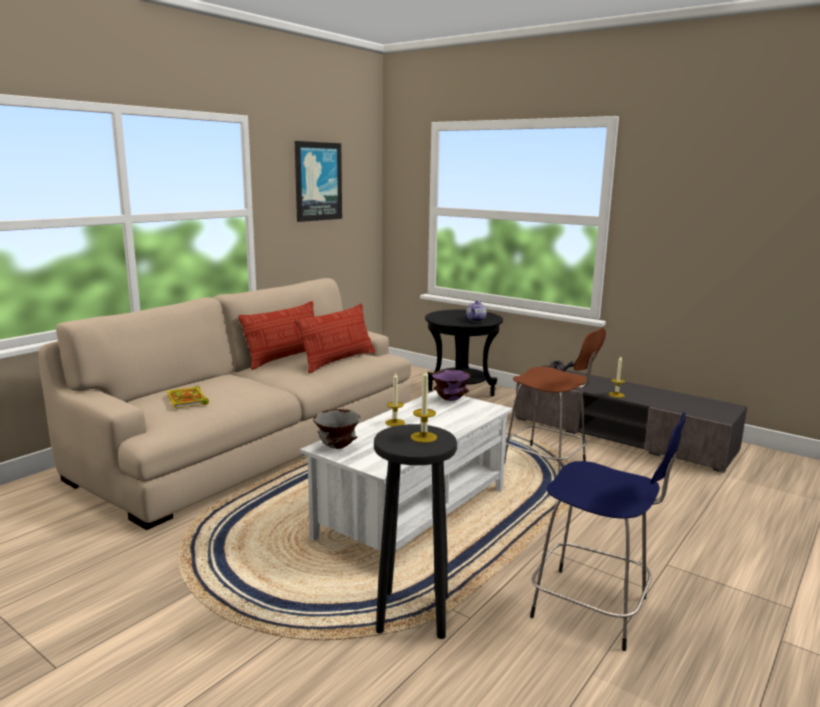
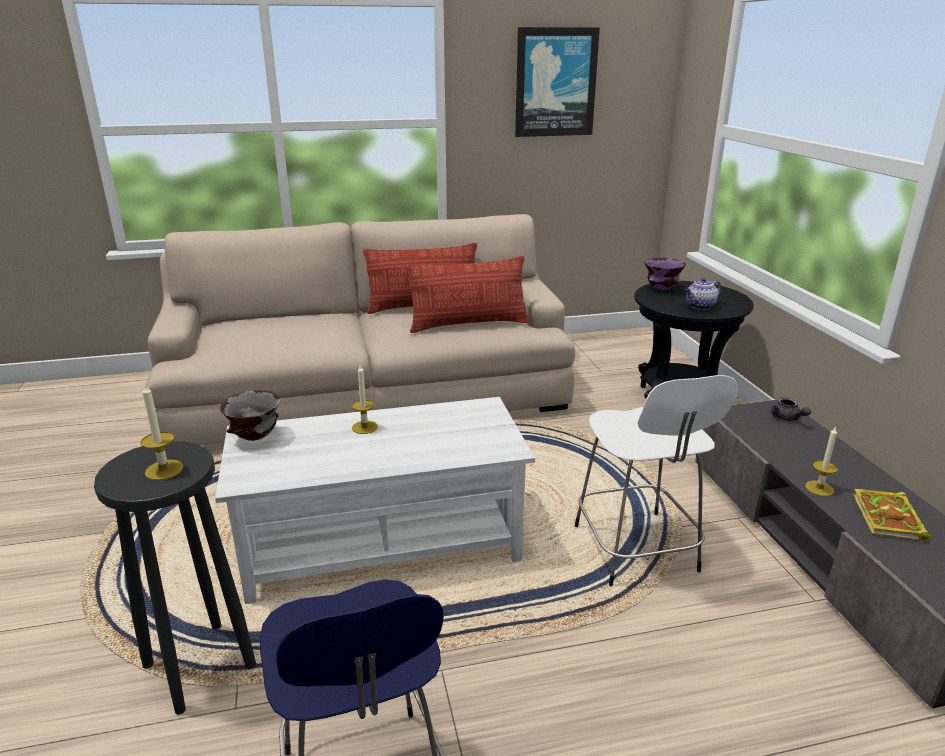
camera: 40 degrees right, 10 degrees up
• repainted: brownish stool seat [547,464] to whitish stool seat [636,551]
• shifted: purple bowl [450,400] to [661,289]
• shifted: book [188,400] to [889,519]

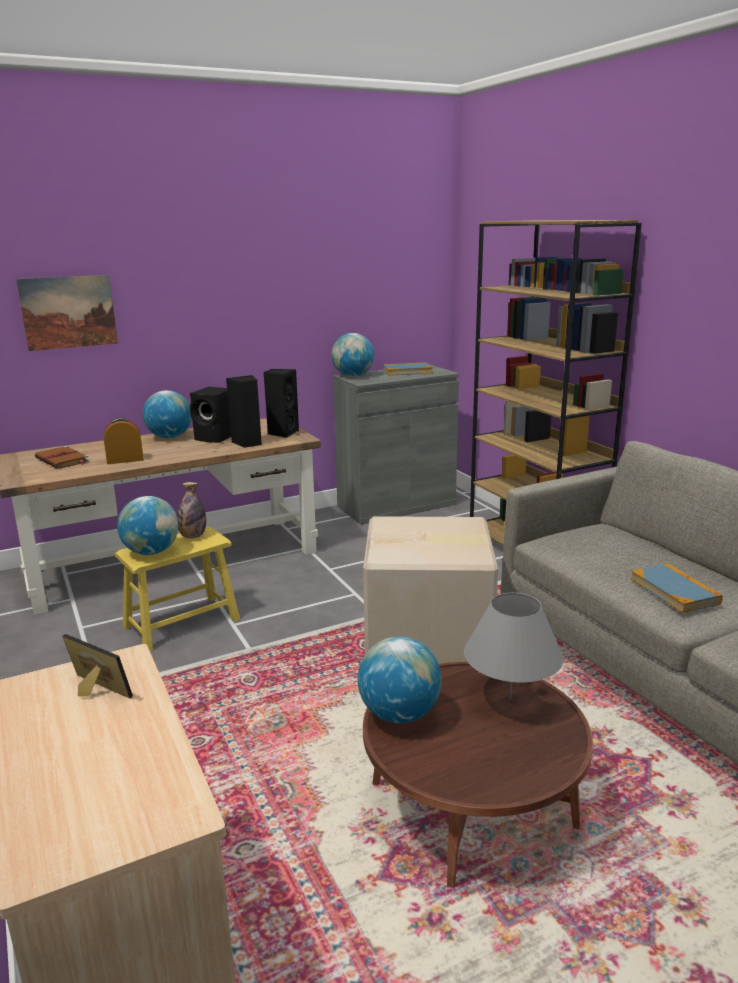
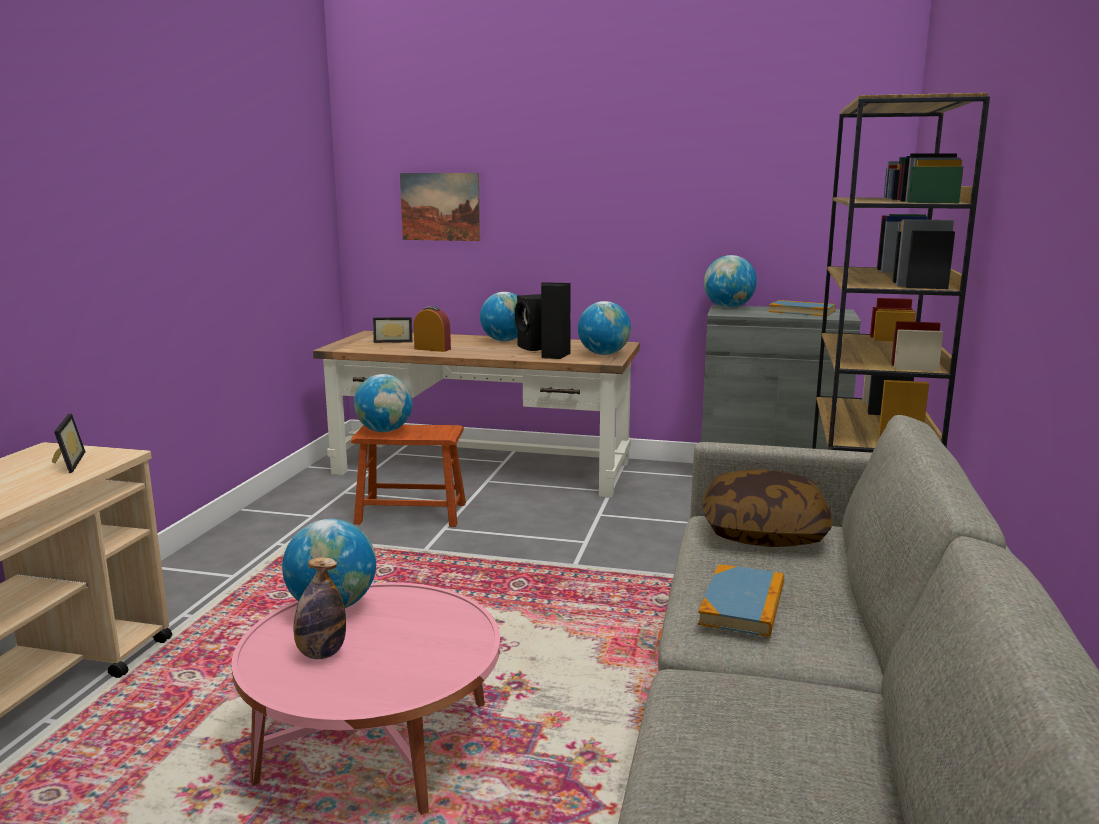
camera: 40 degrees right, 5 degrees down
• repainted: brownish low table [472,805] to pinkish low table [375,742]
• shifted: bottle [193,536] to [321,654]
• repainted: yellow-coloured stool seat [182,623] to brownish stool seat [411,513]
• swapped: brownish book [62,460] to photo frame [393,341]
• swapped: black-coloured audio speaker [282,433] to desk globe [603,354]
• new: cushion [764,532]
• gone: packing box [429,648]
• gone: gray lamp for a table [510,699]

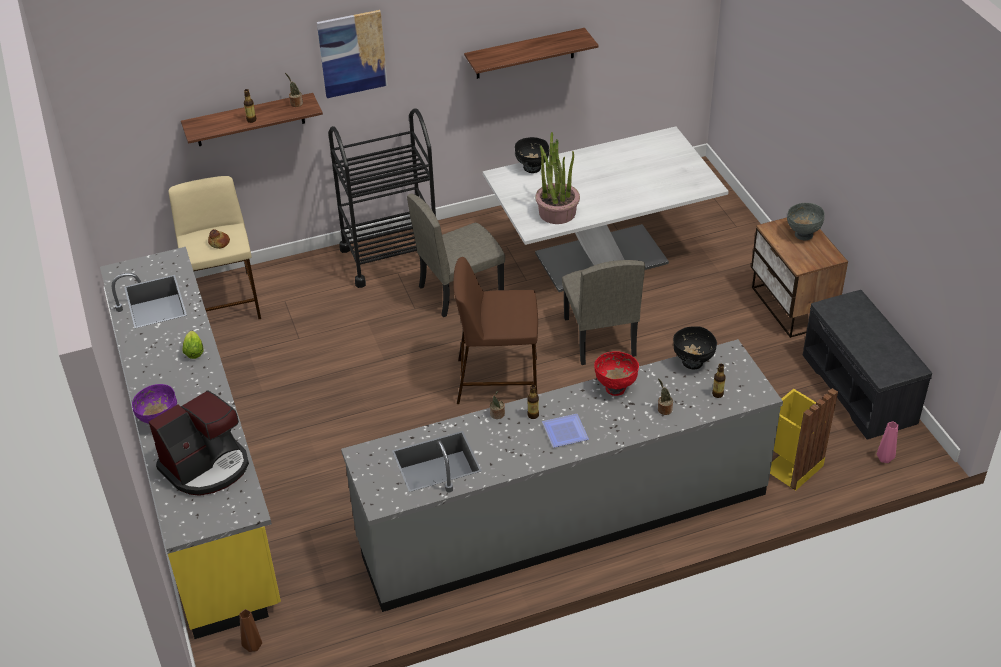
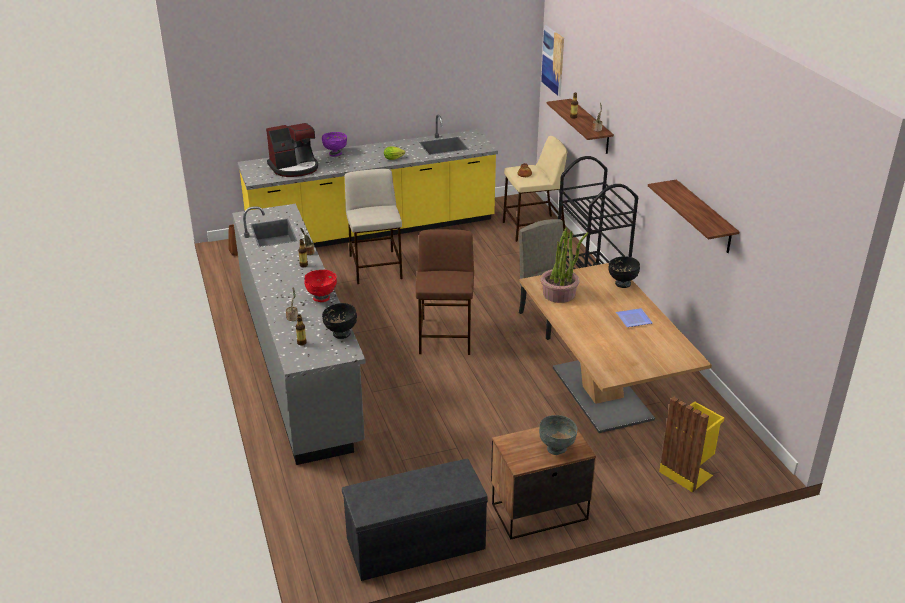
camera: 90 degrees right, 10 degrees down
• rotated: coffee machine [207,466] = [294,167] 75 degrees counterclockwise
• new: beige stool seat [376,267]
• repainted: whitish dining table [601,258] to brownish dining table [601,393]
• shifted: picture [352,53] to [553,60]
• shifted: dinner plate [563,431] to [634,318]
• shifted: yellow-coloured rubbish bin [790,466] to [687,472]
• gone: beige chair [599,337]
• gone: pinkish decorative vase [884,459]

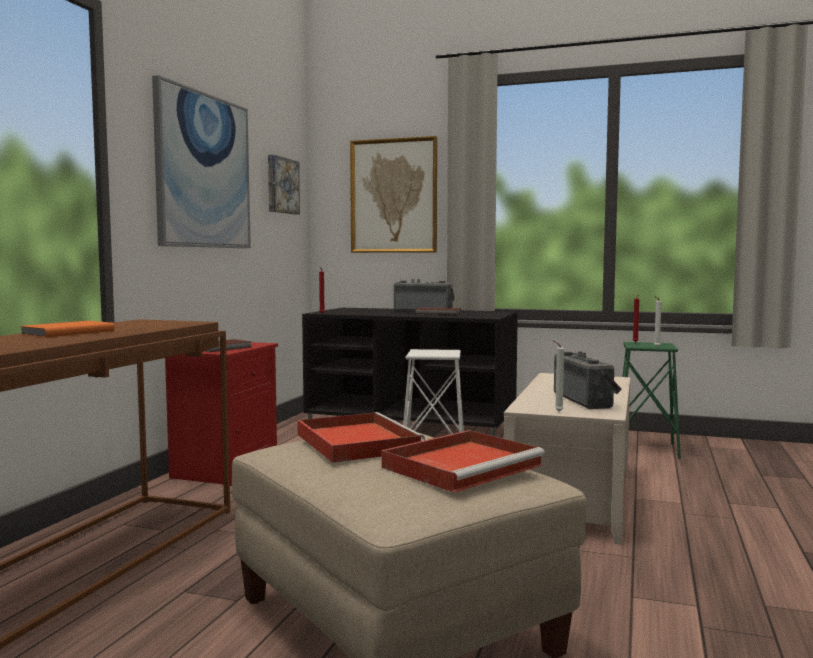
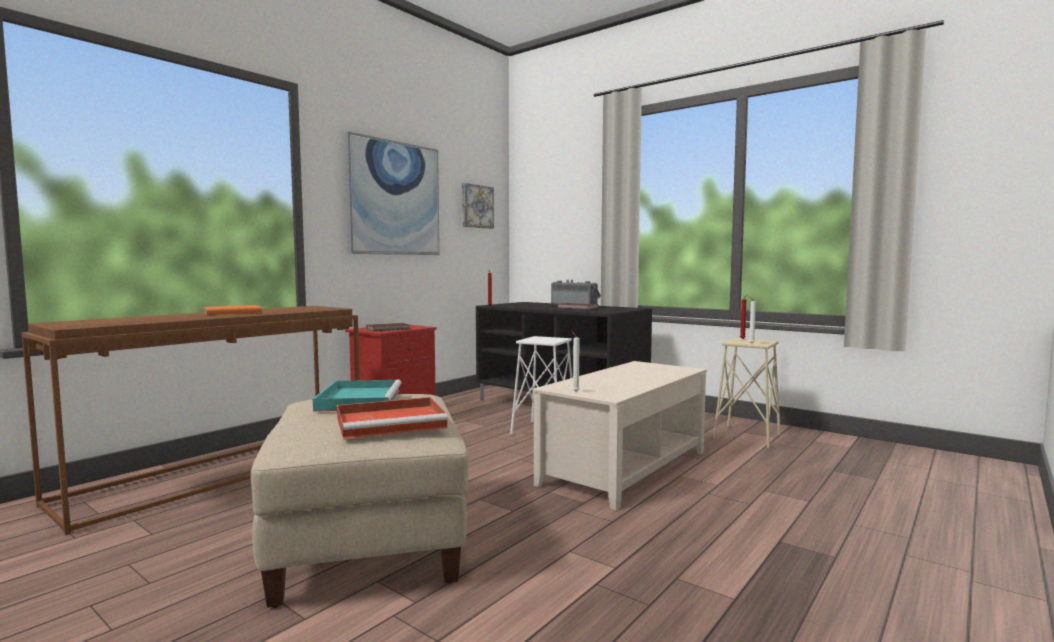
camera: 20 degrees right, 0 degrees up
• repainted: red-coloured serving tray [355,442] to turquoise-coloured serving tray [359,399]
• repainted: greenish stool seat [646,448] to beige stool seat [747,436]
• gone: picture [394,196]
• gone: radio [586,400]

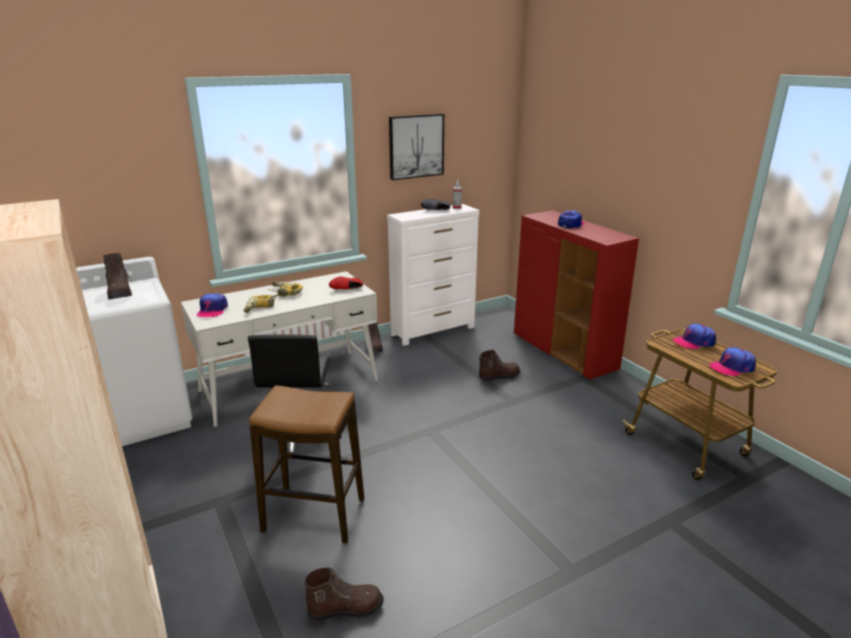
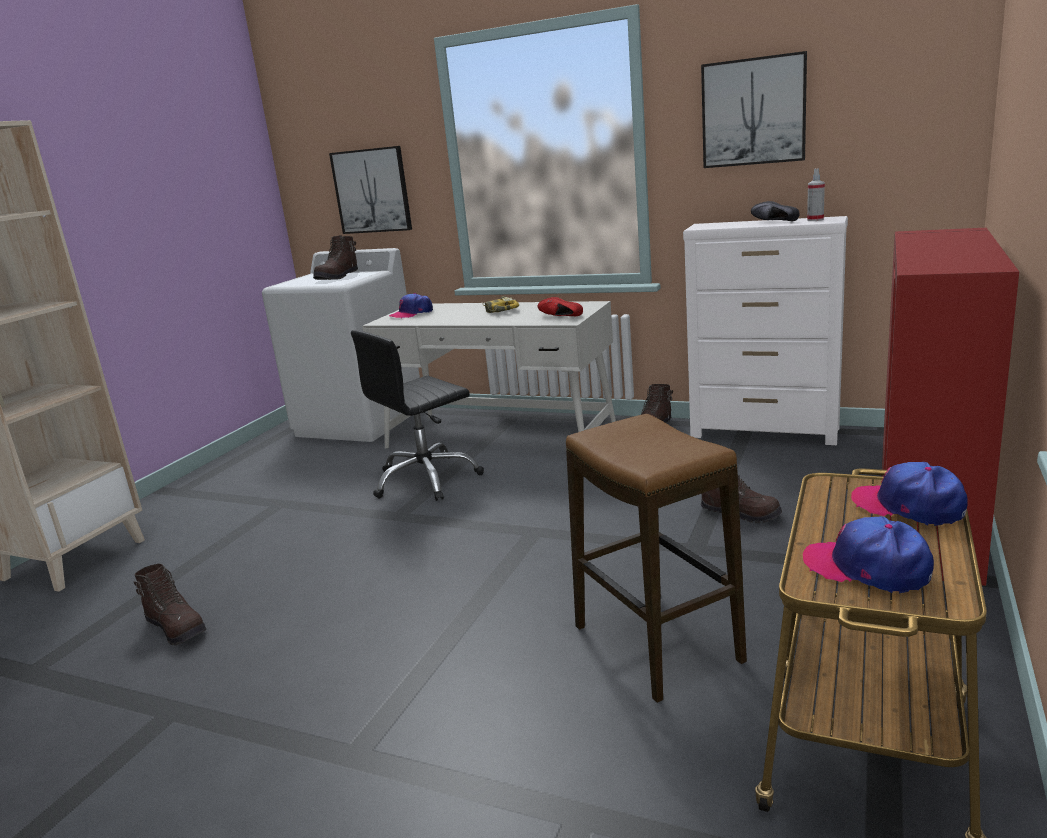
camera: 55 degrees right, 5 degrees down
• new: picture [372,191]
• shifted: stool seat [314,515] to [657,644]
• gone: drill [261,307]
• gone: peaked cap [571,224]

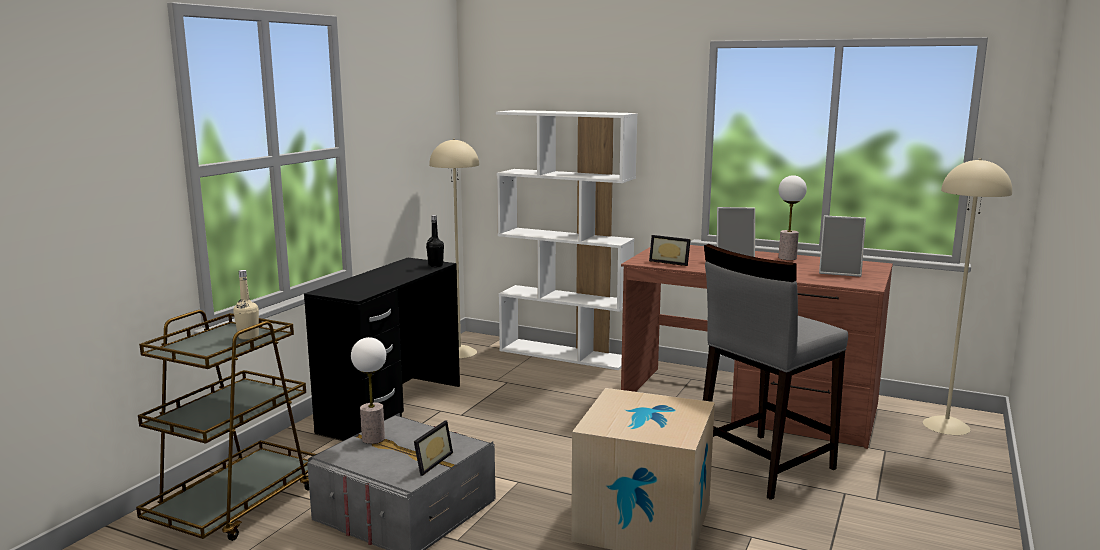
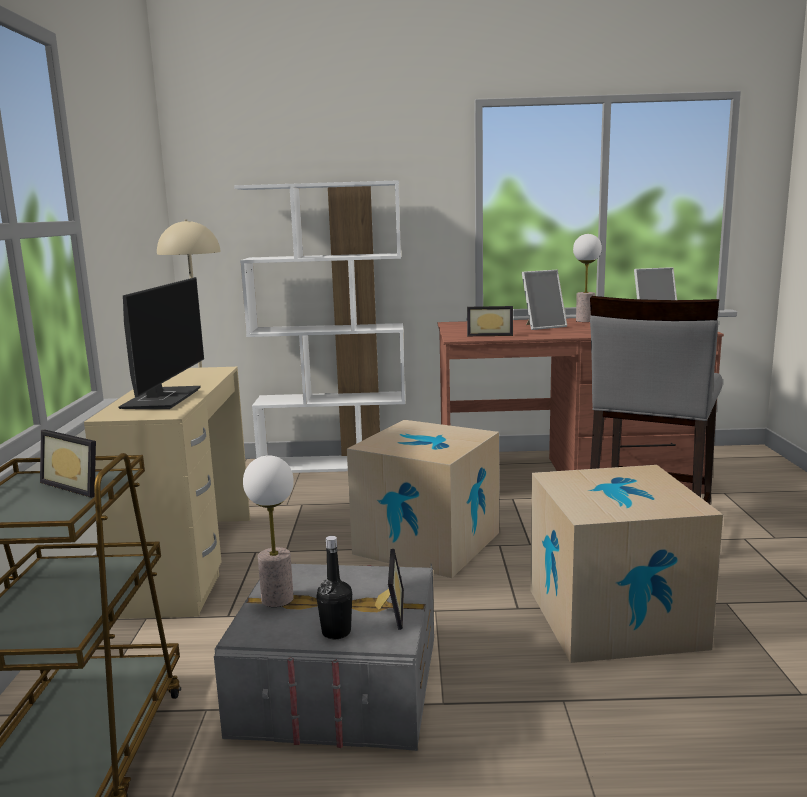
camera: 25 degrees left, 0 degrees up
• swapped: beige bottle [248,336] to photo frame [79,485]
• repainted: black-coloured desk [391,408] to beige desk [189,562]
• new: monitor [162,398]
• shifted: black-coloured bottle [435,265] to [336,632]
• new: packing box [427,543]
• gone: beige standing lamp [947,425]

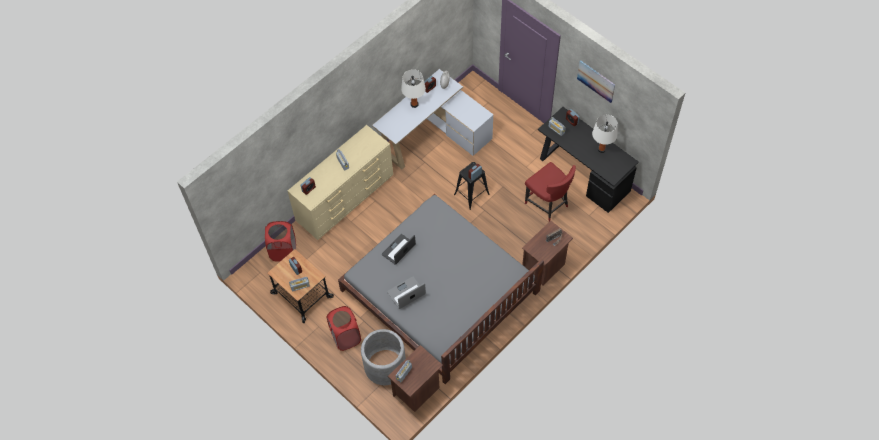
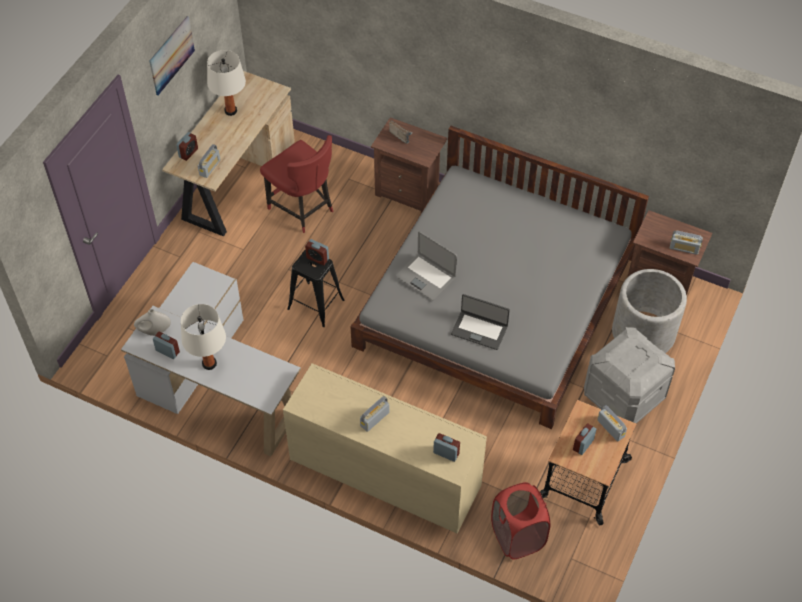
camera: 110 degrees left, 5 degrees down
• repainted: black-coloured desk [582,174] to beige desk [236,181]
• rotated: red-coloured chair [548,204] = [303,209] 105 degrees clockwise
• shifted: notebook computer [406,293] to [426,277]
• swapped: red-coloured laundry basket [345,337] to gray storage container [623,396]

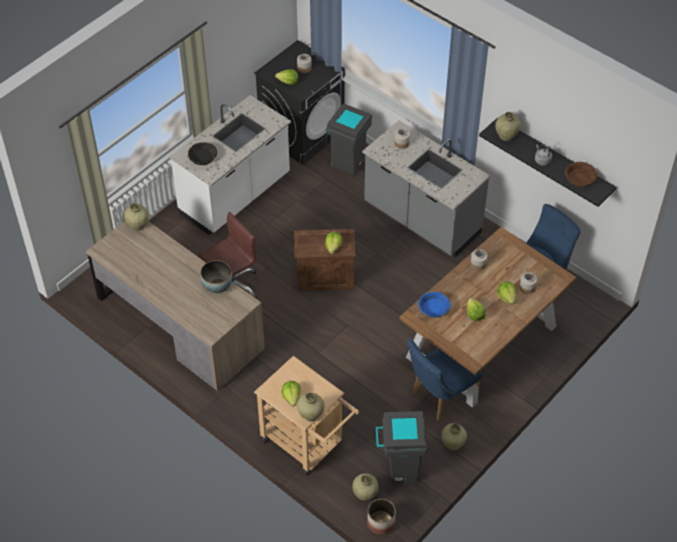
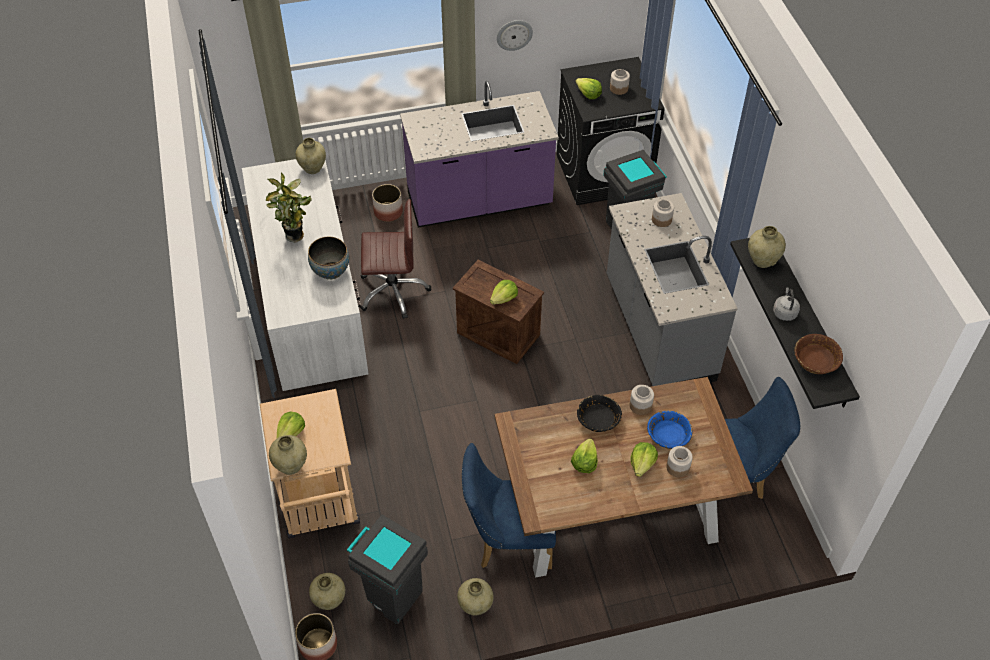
camera: 35 degrees right, 0 degrees up
• repainted: brownish desk [179,323] to whitish desk [310,300]
• new: potted plant [296,237]
• new: planter [388,212]
• repainted: whitish kitchen base unit [236,196] to purple kitchen base unit [479,202]
• new: wall clock [514,34]
• shifted: black-coloured bowl [203,158] to [598,419]
• shifted: bluish bowl [434,309] to [668,435]

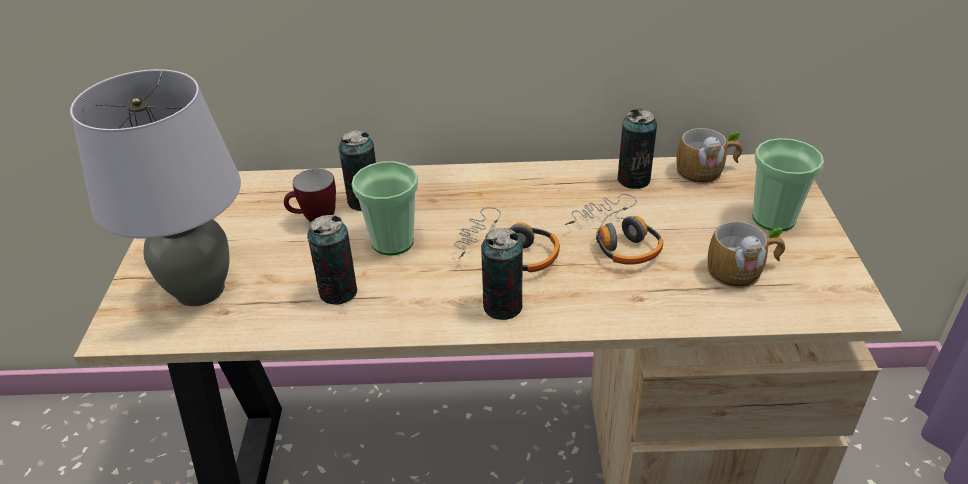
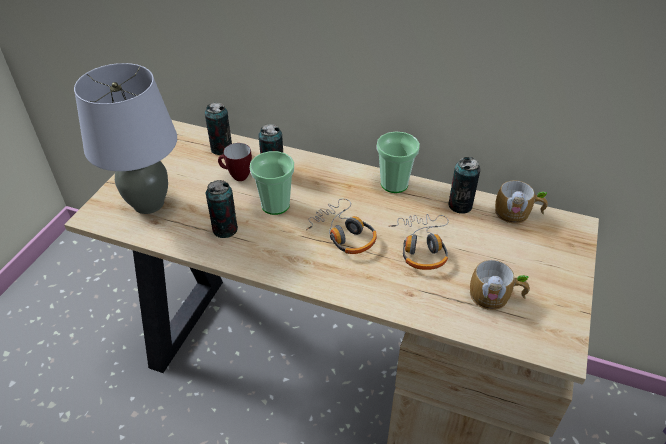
camera: 20 degrees right, 5 degrees up
• shifted: can [502,307] to [221,149]
• shifted: cup [773,219] to [394,184]

